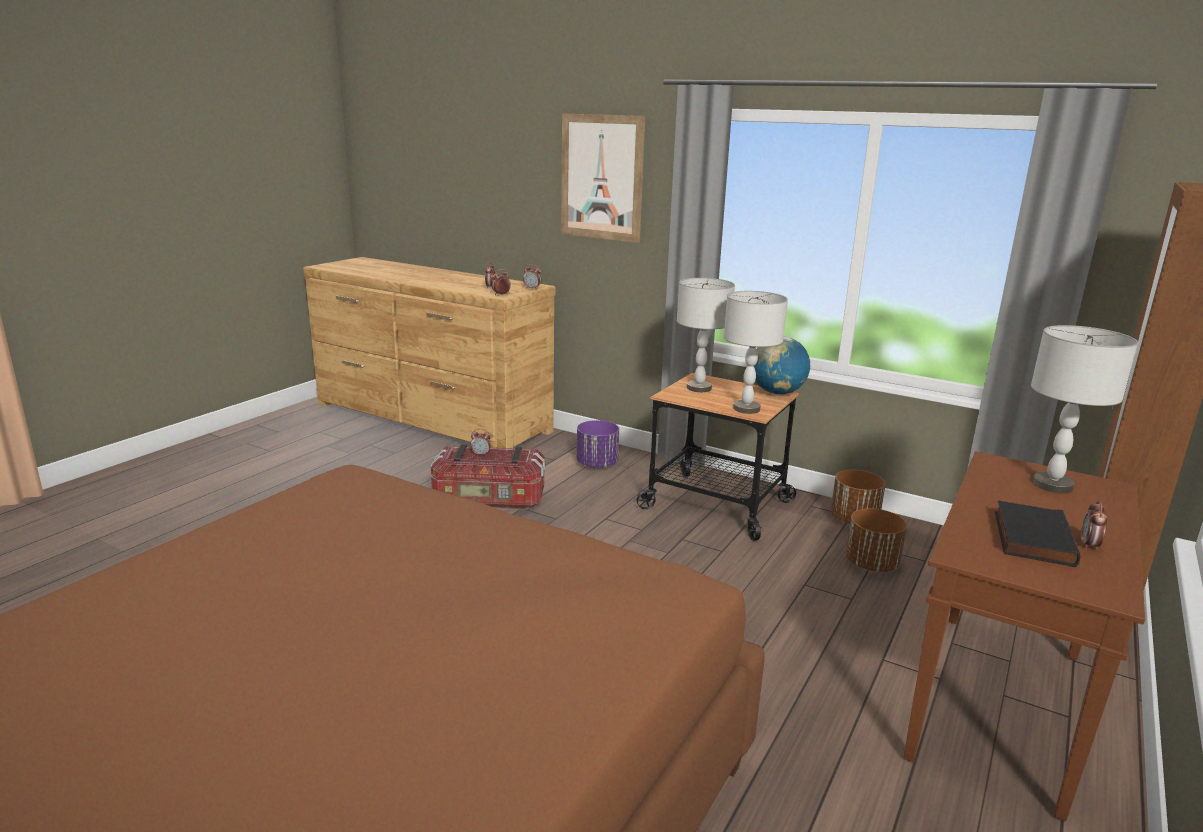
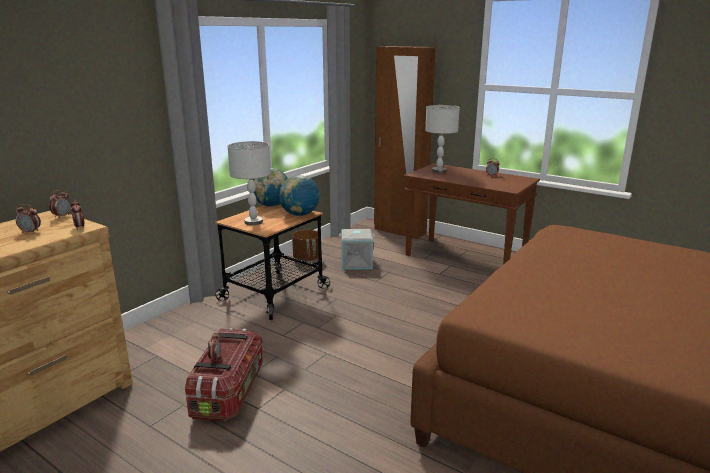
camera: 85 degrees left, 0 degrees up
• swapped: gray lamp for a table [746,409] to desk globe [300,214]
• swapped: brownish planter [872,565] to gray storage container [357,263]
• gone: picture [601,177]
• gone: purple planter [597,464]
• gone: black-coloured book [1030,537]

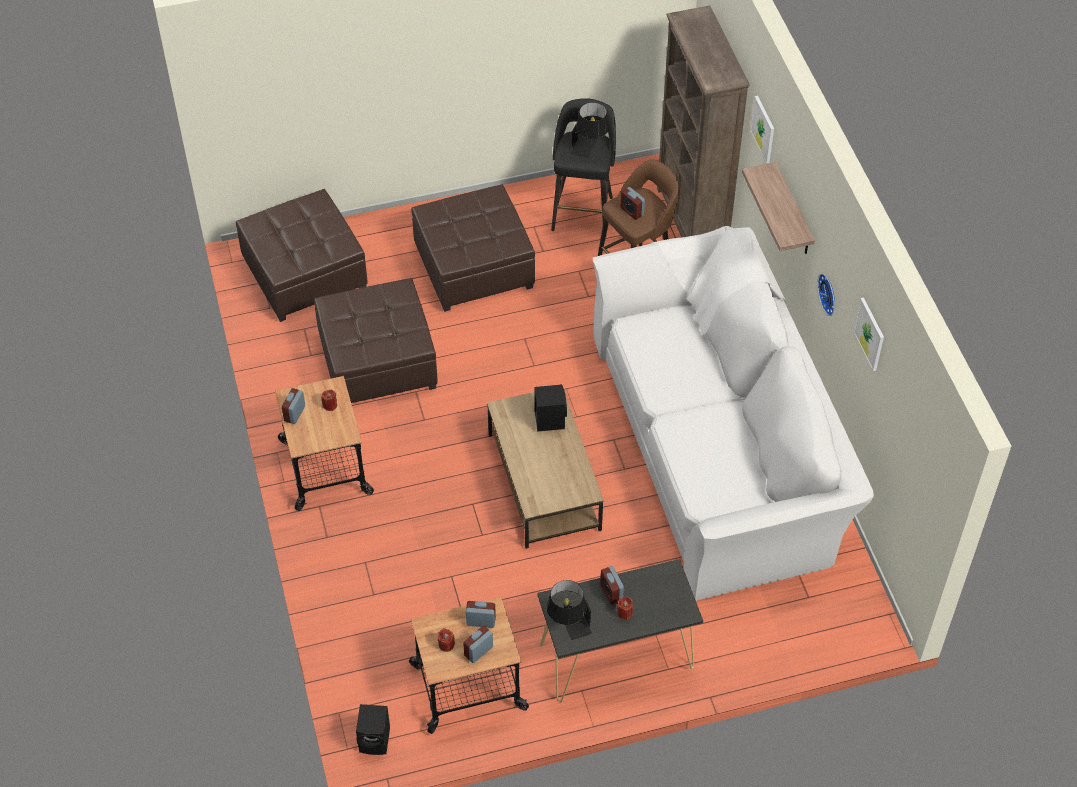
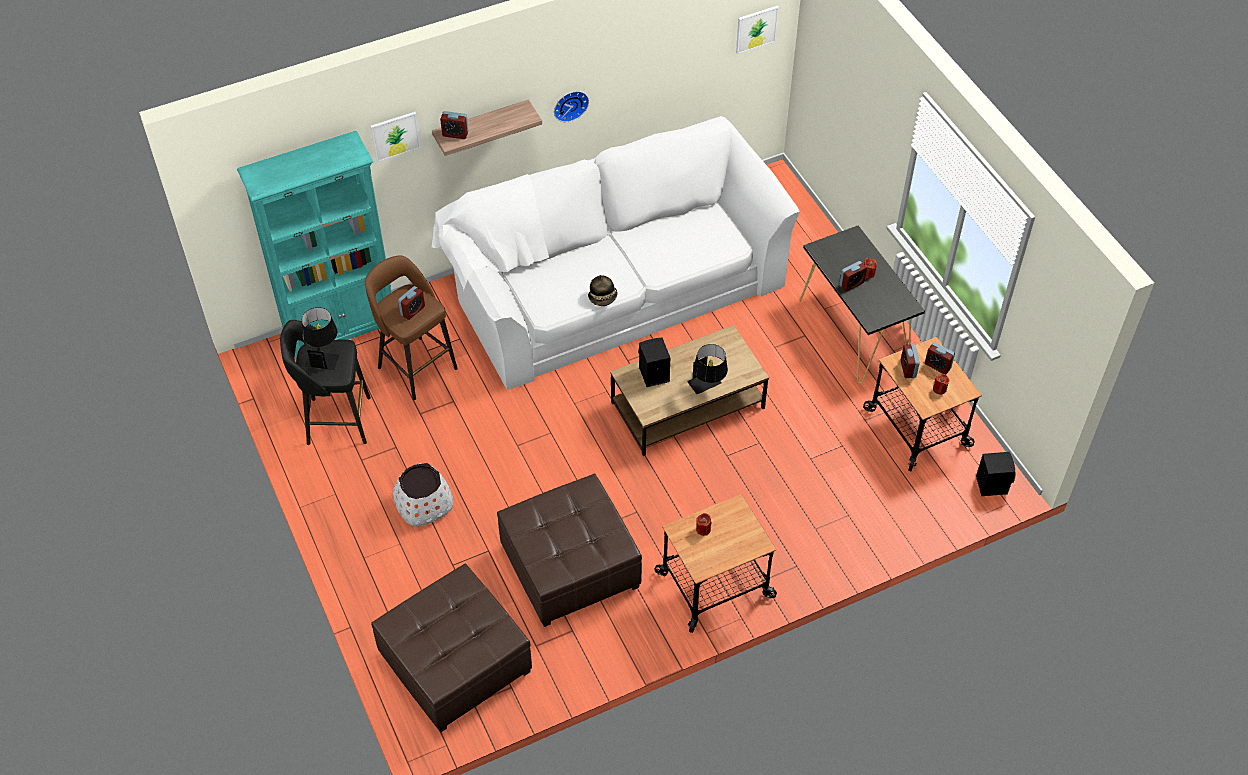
camera: 100 degrees left, 0 degrees up
• repainted: brownish bookshelf [691,221] to turquoise-coloured bookshelf [342,331]
• swapped: brownish ottoman [474,266] to whitish planter [424,503]
• shifted: table clock [294,414] to [455,134]
• new: hat [603,297]
• shifted: black-coloured lamp for a table [568,625] to [708,386]
• shifted: picture [870,334] to [756,29]

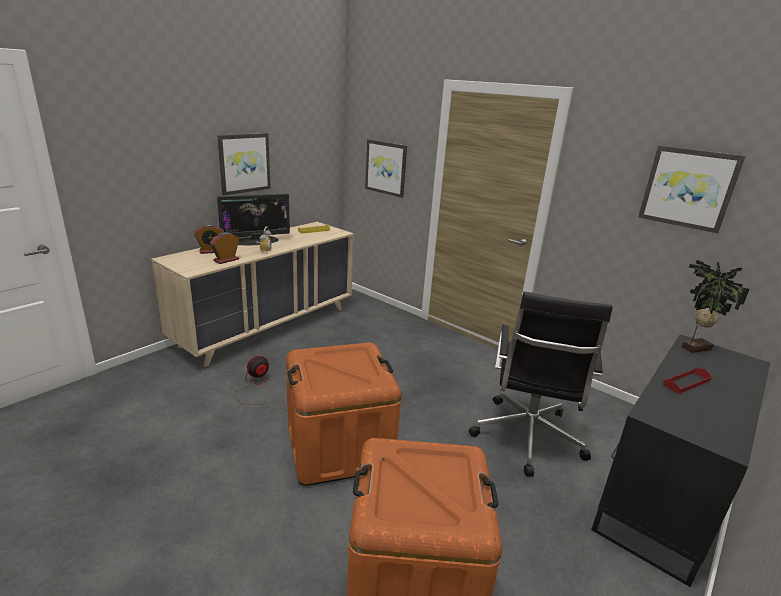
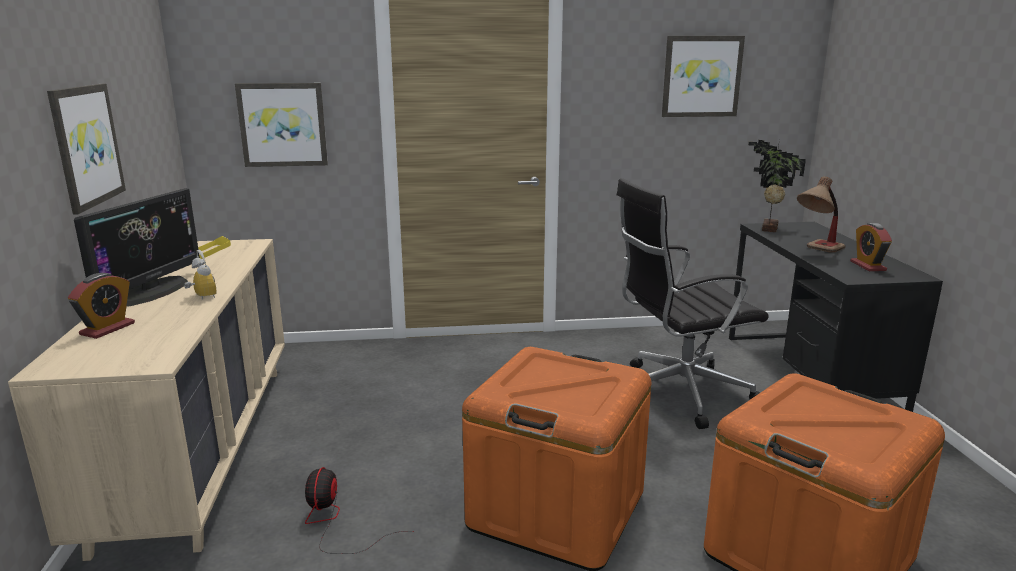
camera: 45 degrees left, 5 degrees down
• rotated: black-coloured desk chair [527,438] = [678,393] 105 degrees clockwise
• swapped: red-coloured serving tray [686,382] to lamp for a table [817,251]
• shifted: table clock [226,260] to [868,266]

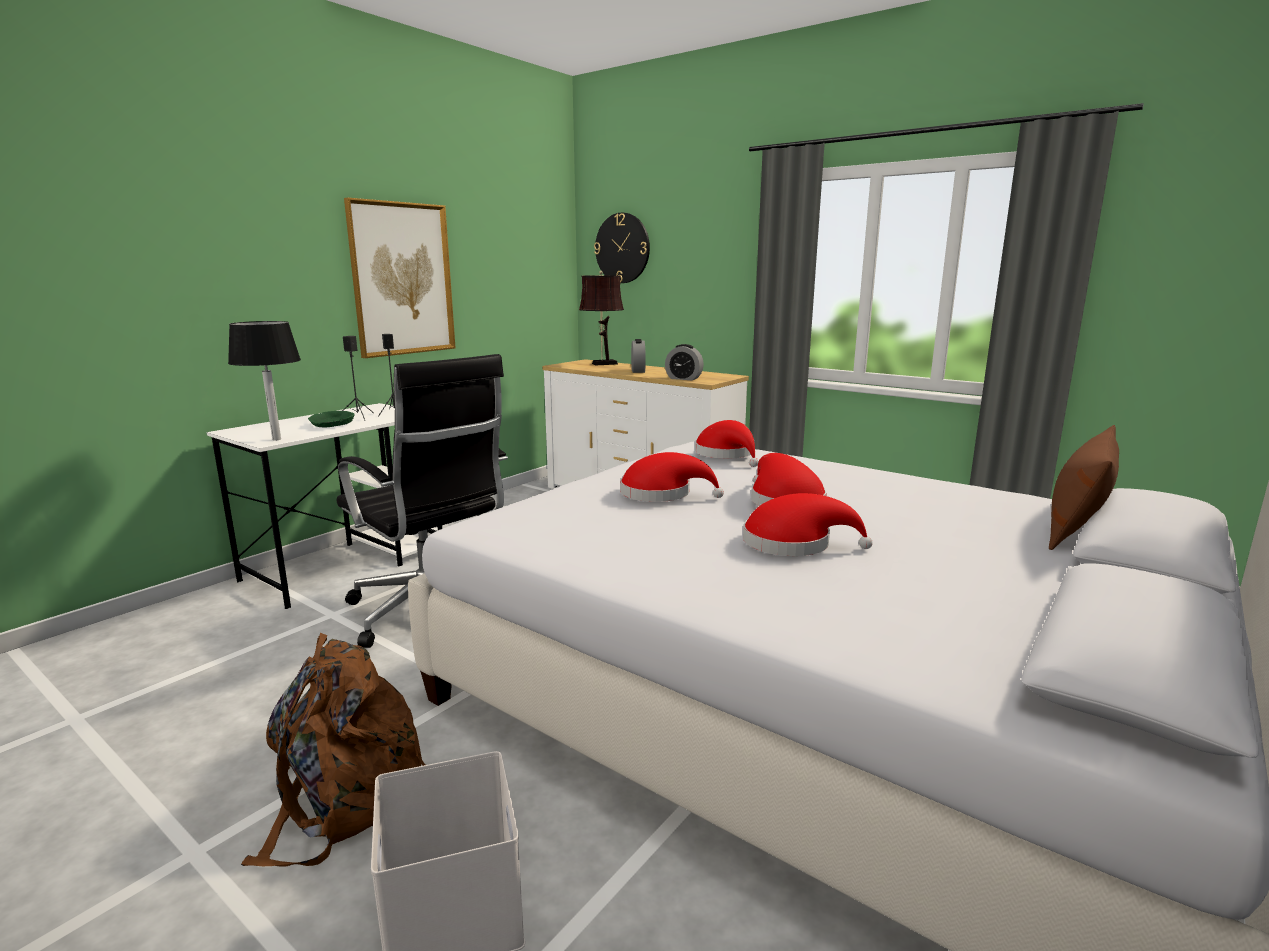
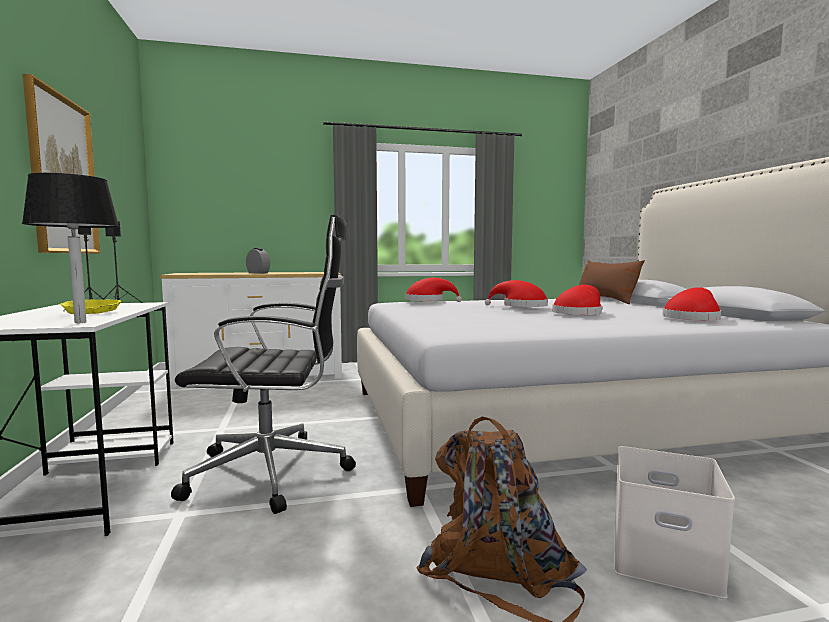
camera: 50 degrees left, 10 degrees down
• repainted: greenish bowl [332,425] to yellow-coloured bowl [92,313]
• shifted: red-coloured hat [662,494] to [692,318]
• gone: brownish lamp for a table [602,364]
• gone: wall clock [622,248]
• gone: table clock [683,378]

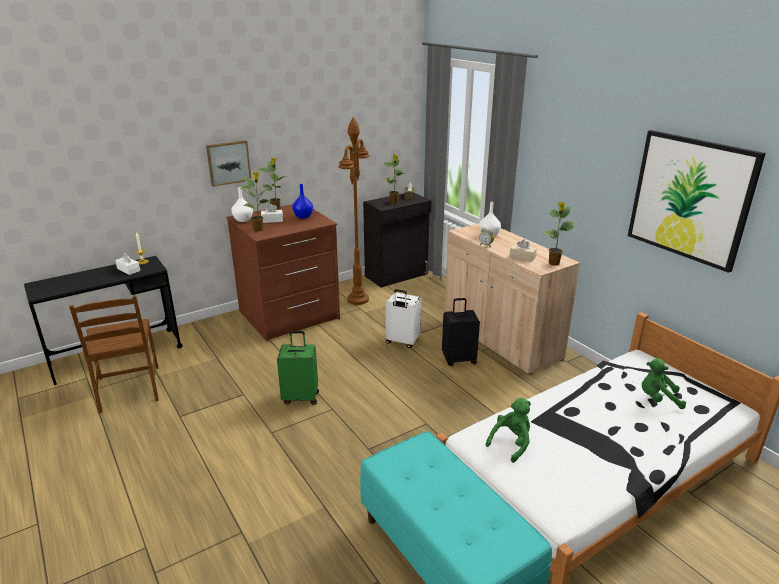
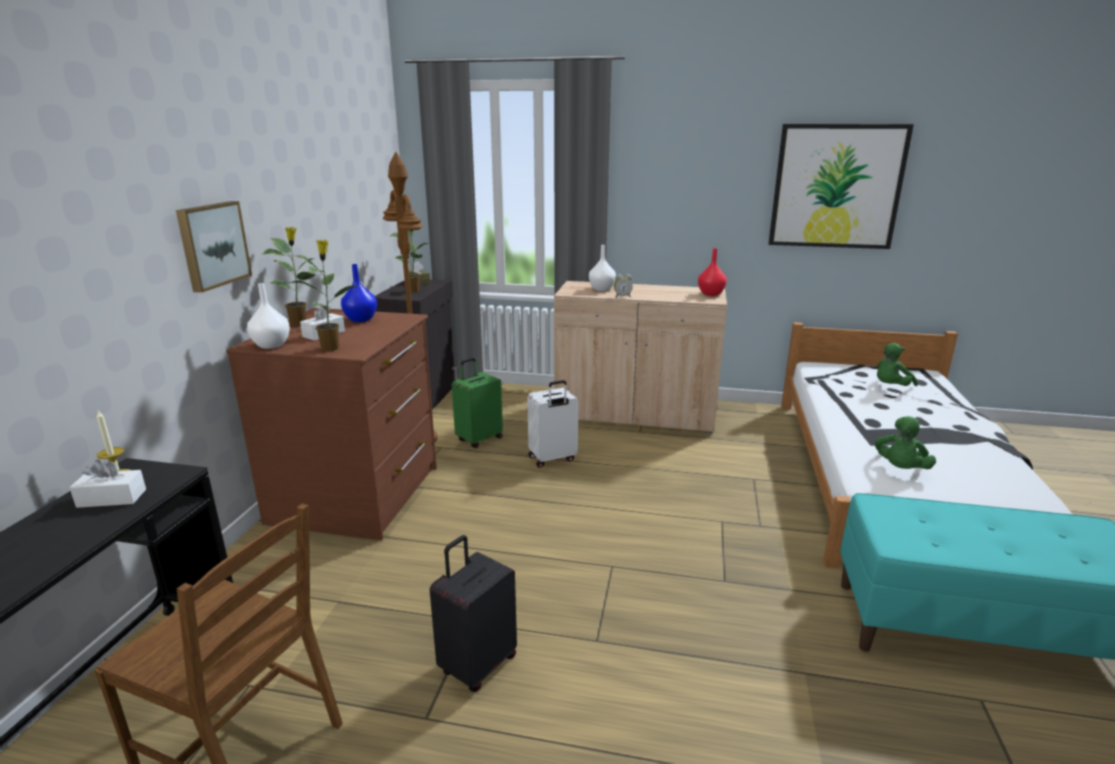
camera: 45 degrees left, 5 degrees down
• shifted: black-coloured suitcase [459,359] to [477,664]
• shifted: greenish suitcase [301,397] to [479,439]
• swapped: potted plant [554,263] to red-coloured decorative vase [710,294]
• rotated: greenish soft toy [511,443] = [900,469] 150 degrees counterclockwise
• gone: beige tissue holder [522,257]

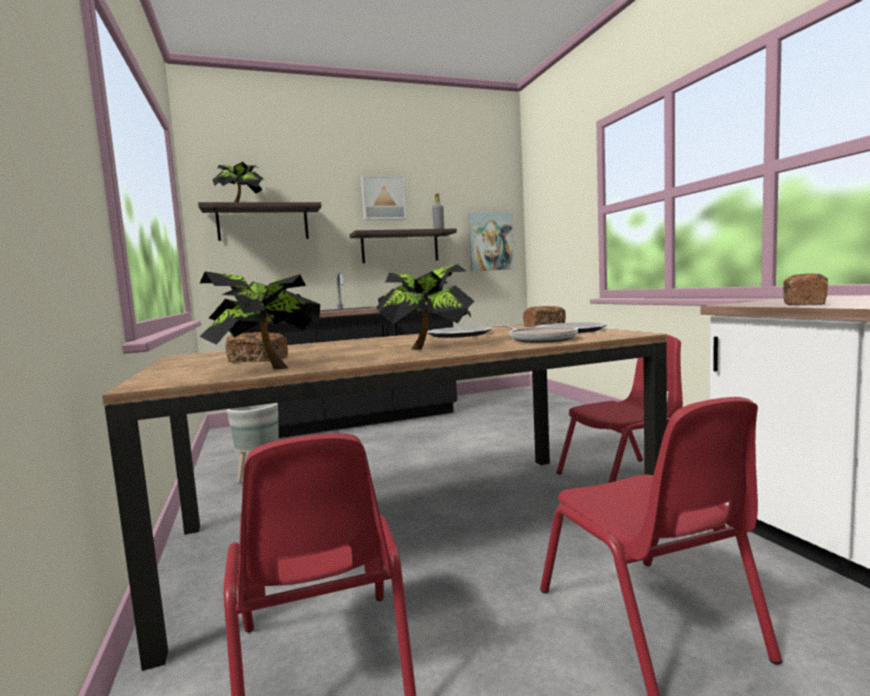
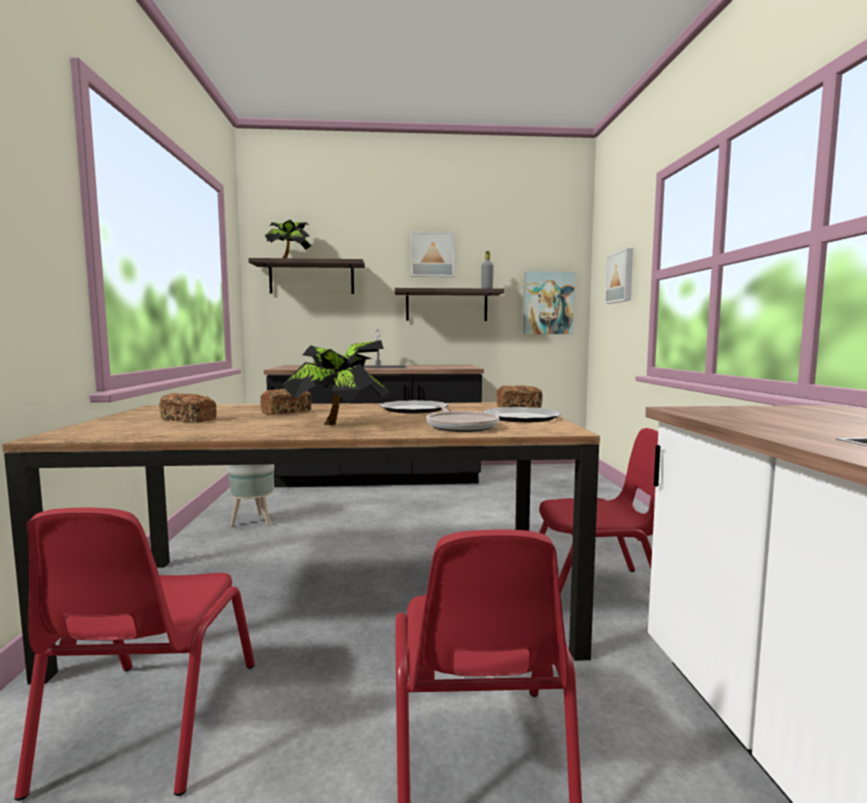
camera: 15 degrees right, 0 degrees up
• shifted: baked bread [803,304] to [286,412]
• new: picture [621,277]
• gone: potted plant [266,368]

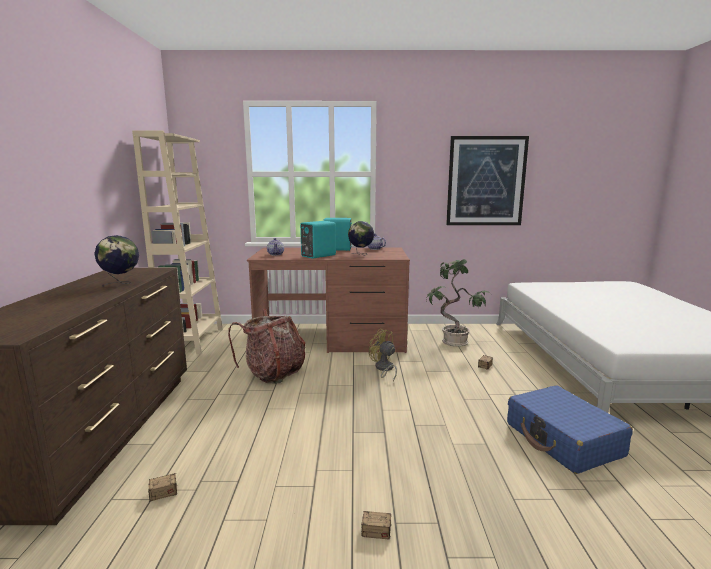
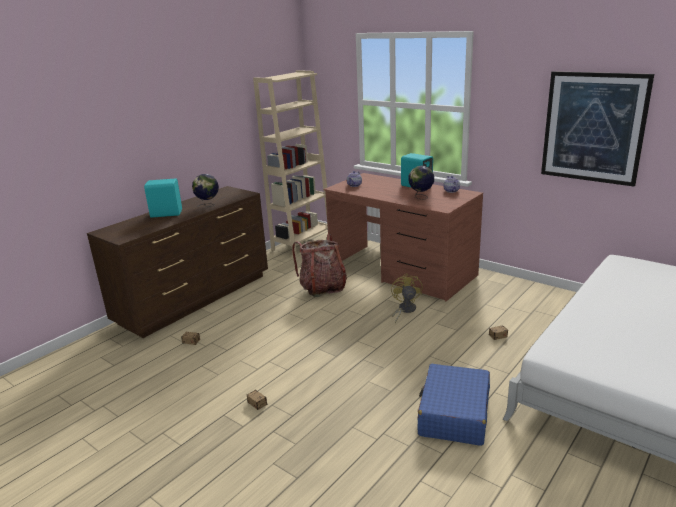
camera: 40 degrees right, 10 degrees up
• shifted: turquoise-coloured audio speaker [317,256] to [166,213]
• gone: potted plant [454,342]

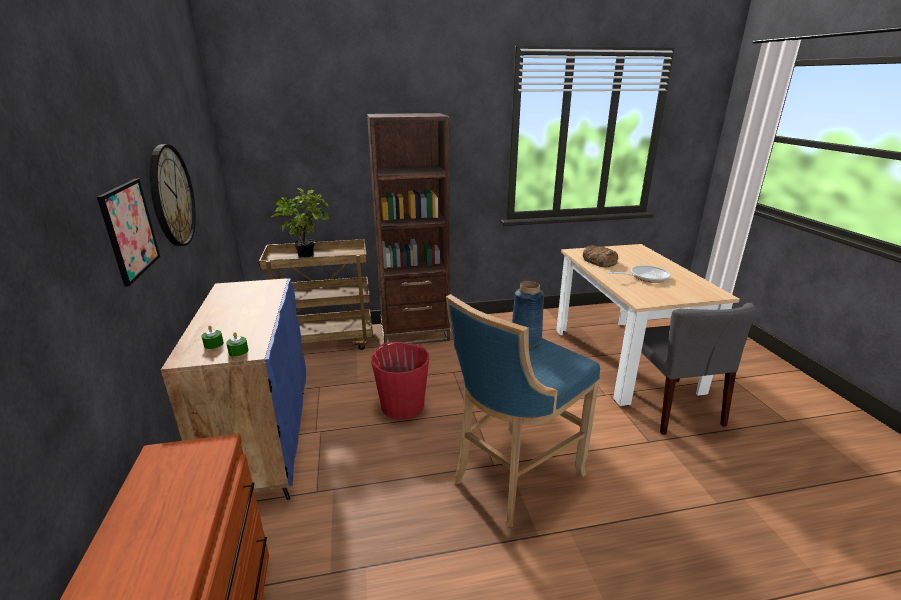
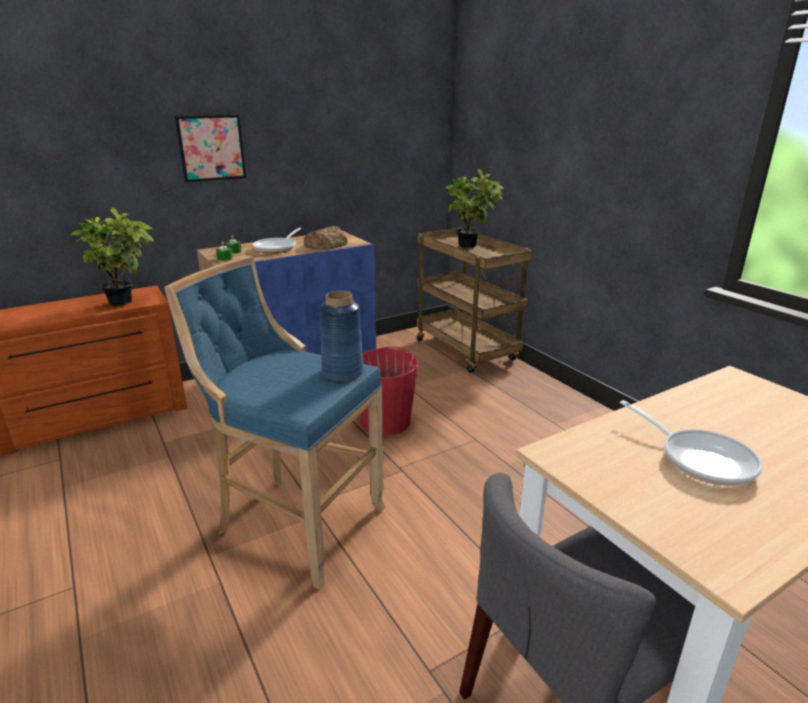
camera: 70 degrees right, 0 degrees up
• new: potted plant [127,301]
• new: frying pan [277,248]
• shifted: baked bread [599,261] to [326,244]
• gone: wall clock [171,196]
• gone: brownish bookshelf [414,333]

